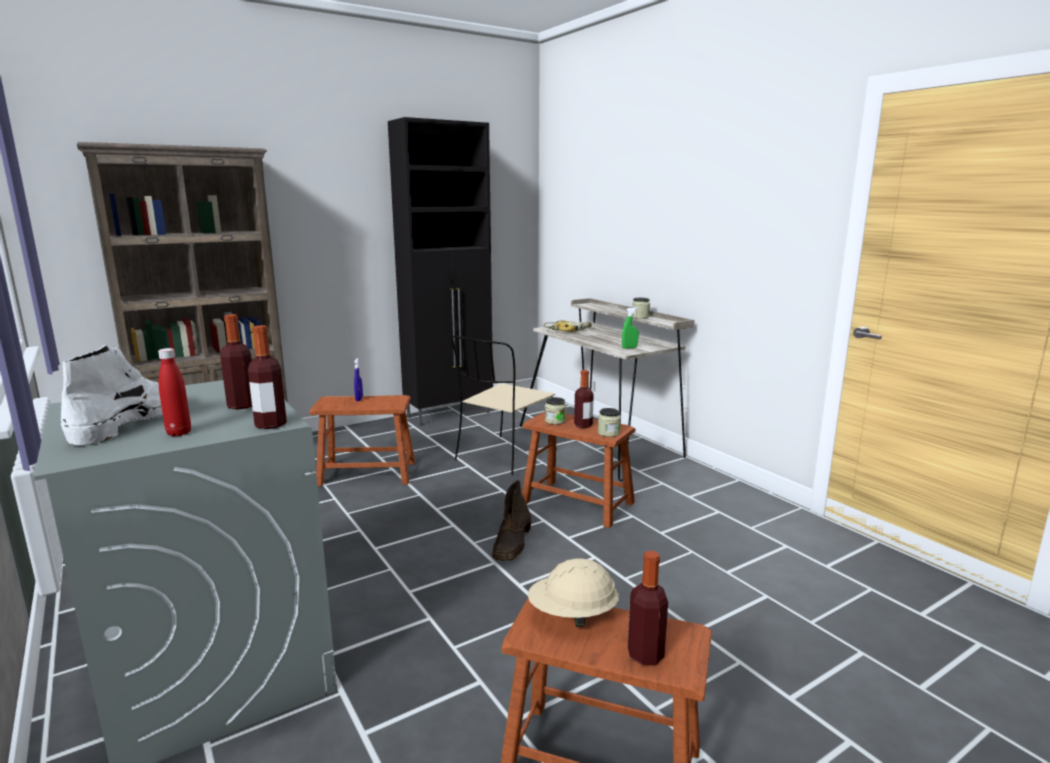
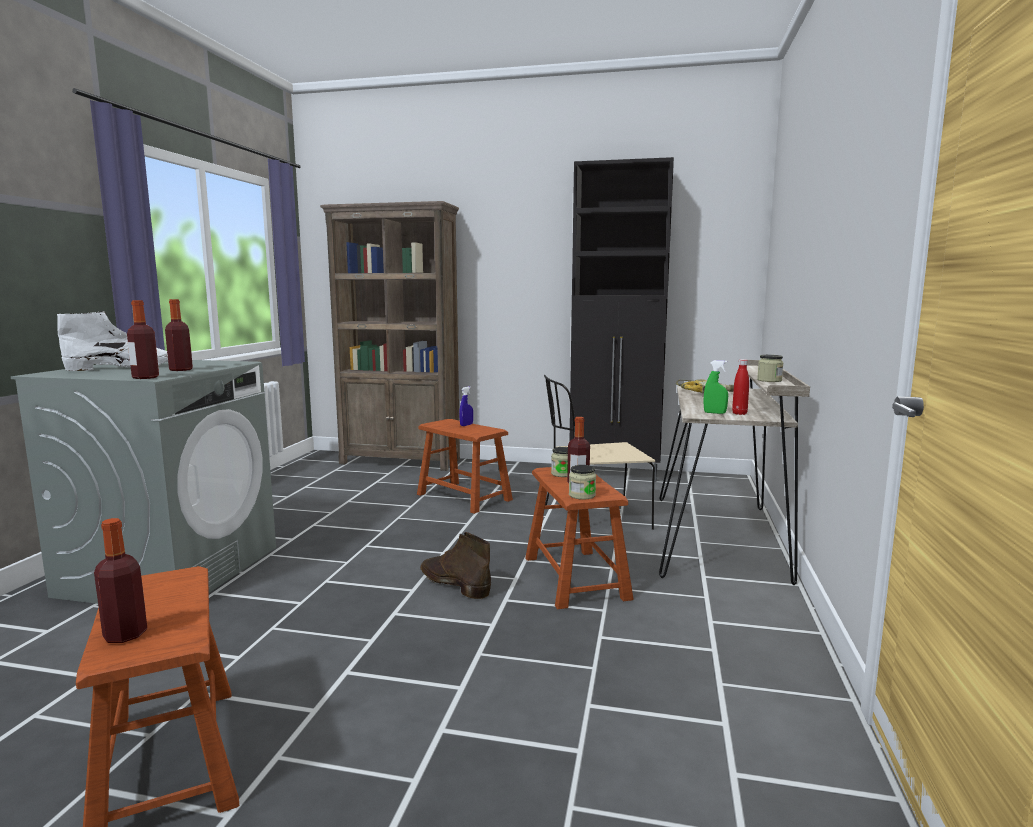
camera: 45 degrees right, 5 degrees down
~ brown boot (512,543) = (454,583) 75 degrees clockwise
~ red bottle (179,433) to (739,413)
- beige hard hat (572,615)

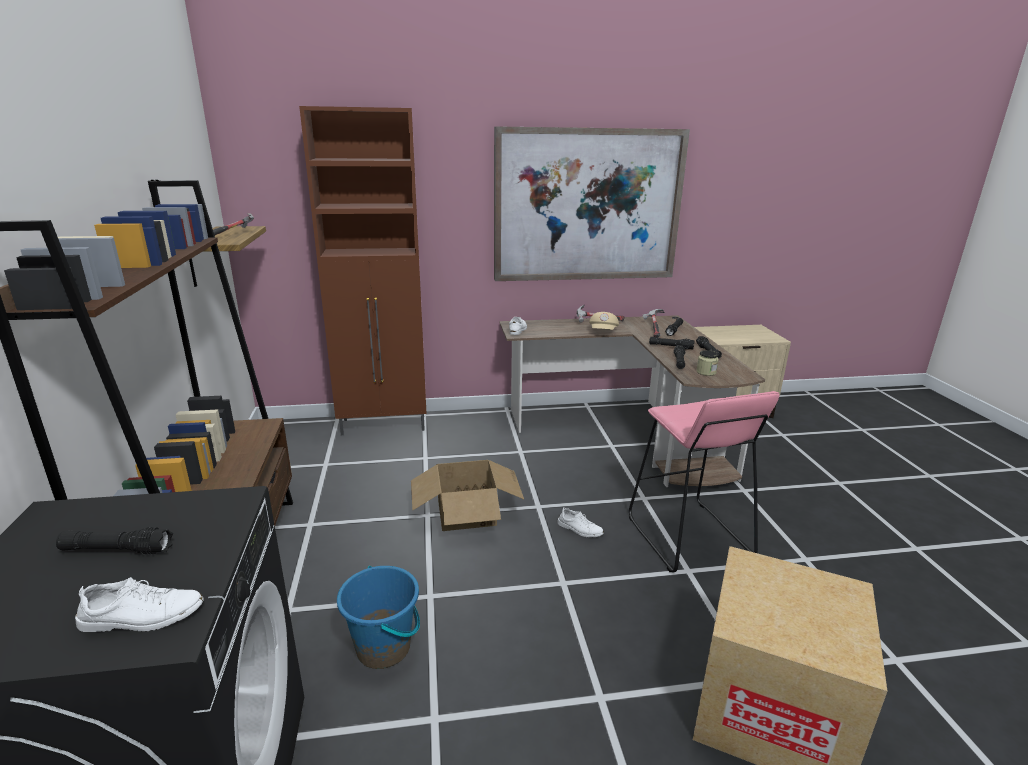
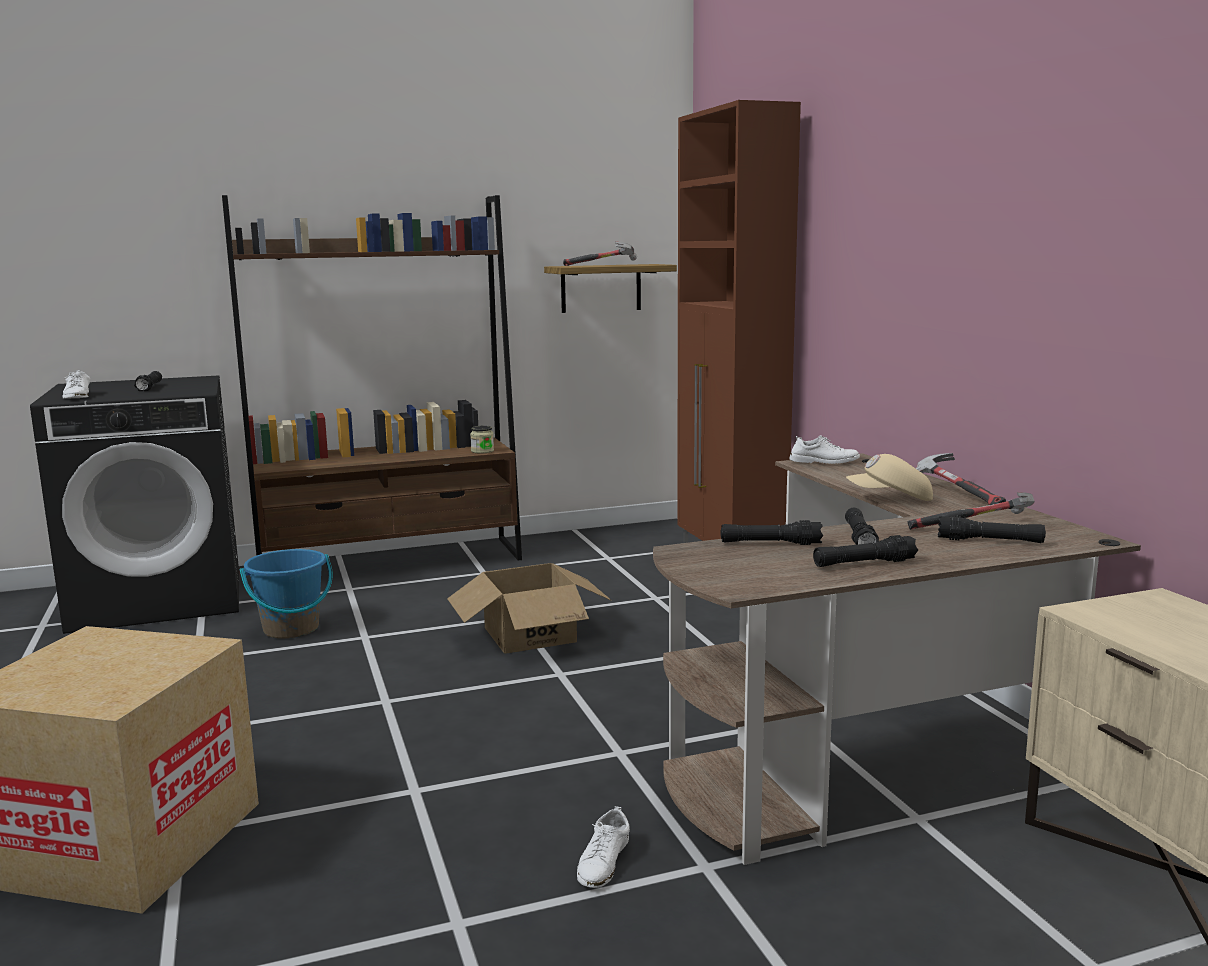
camera: 80 degrees right, 10 degrees down
~ jar (706,372) to (482,451)
~ white shoe (579,529) to (603,862)
- picture (587,205)
- pink stool (687,536)

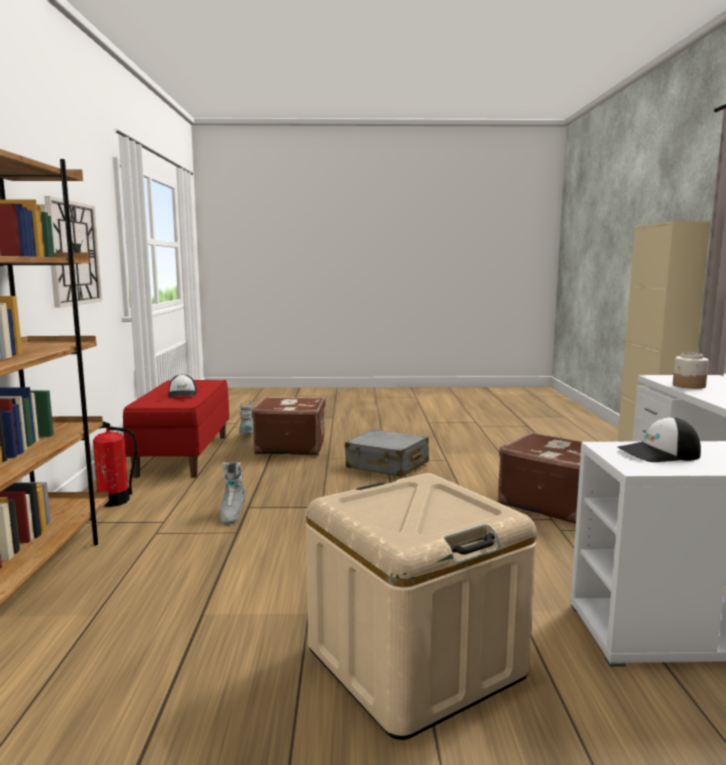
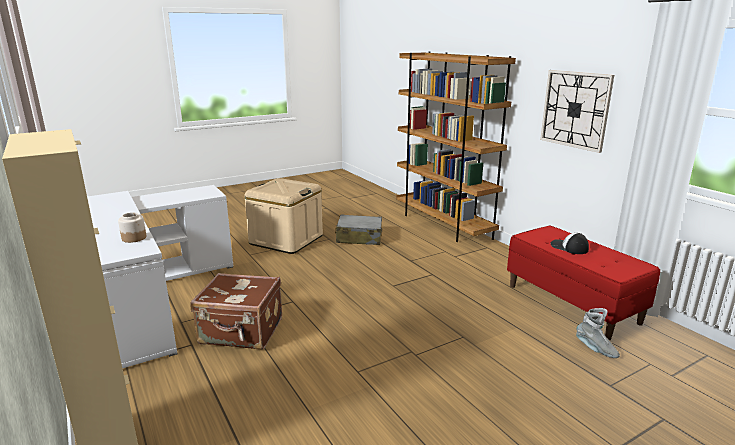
camera: 150 degrees right, 10 degrees up
~ grey suitcase (387,465) to (359,238)
- fire extinguisher (114,501)
- grey boot (232,514)
- brown suitcase (290,447)
- cap (659,453)

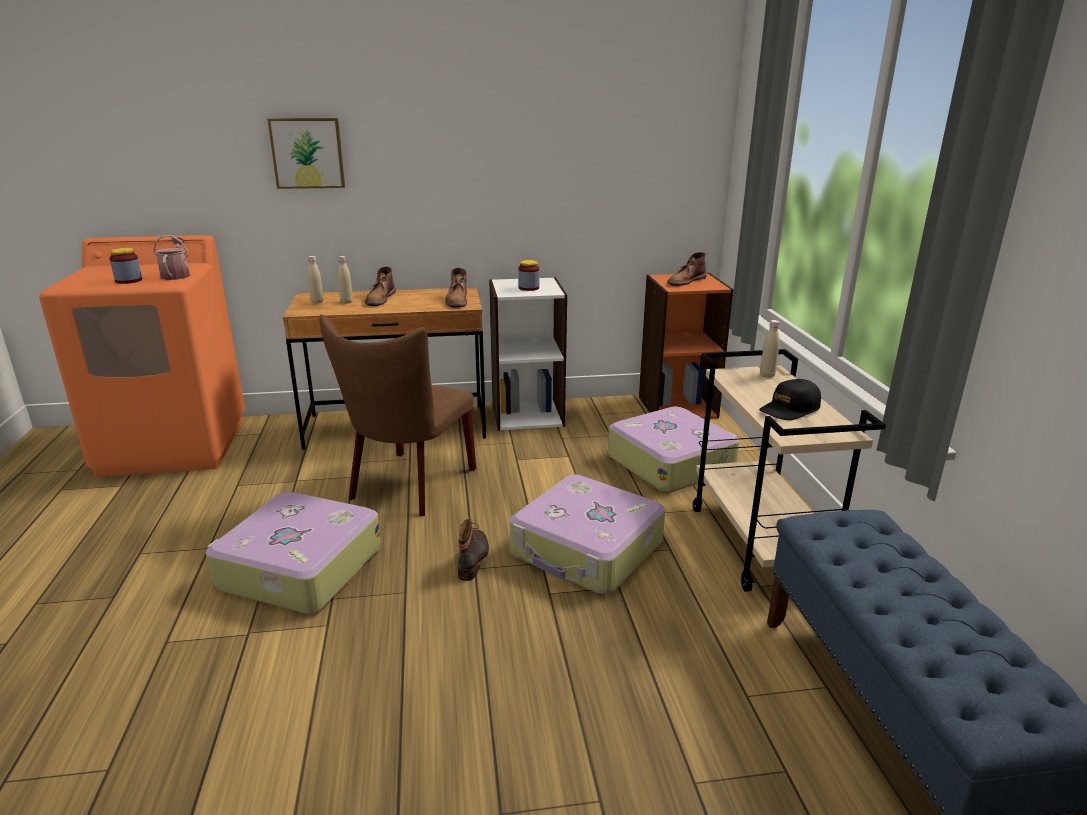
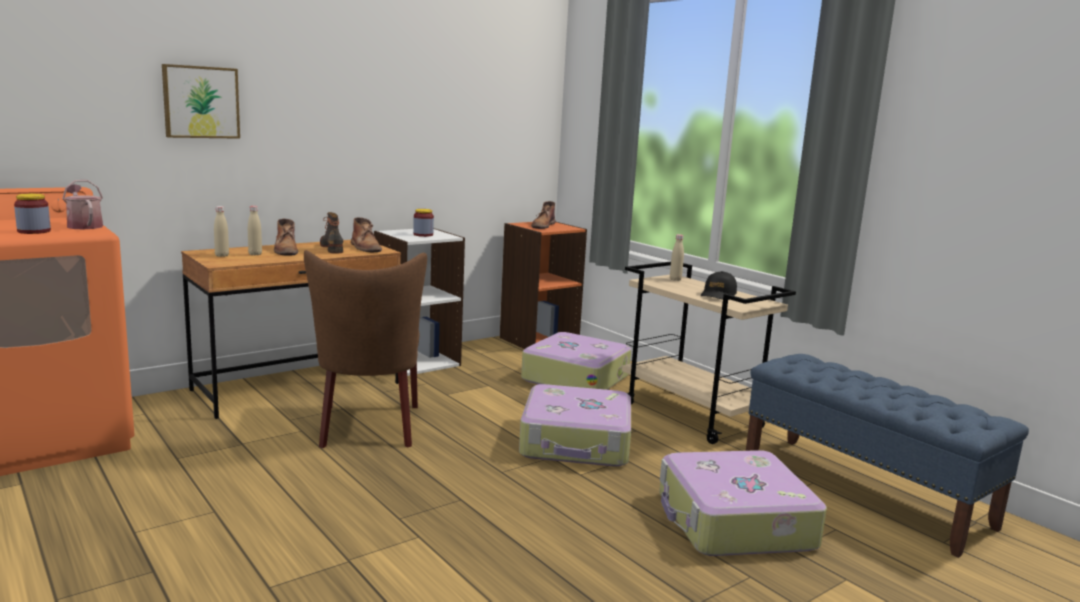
camera: 30 degrees left, 10 degrees down
~ boot (473,558) to (333,248)
~ suitcase (298,568) to (733,522)

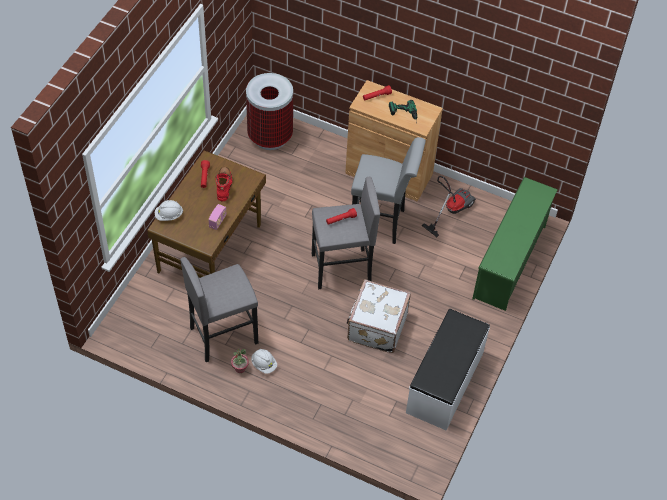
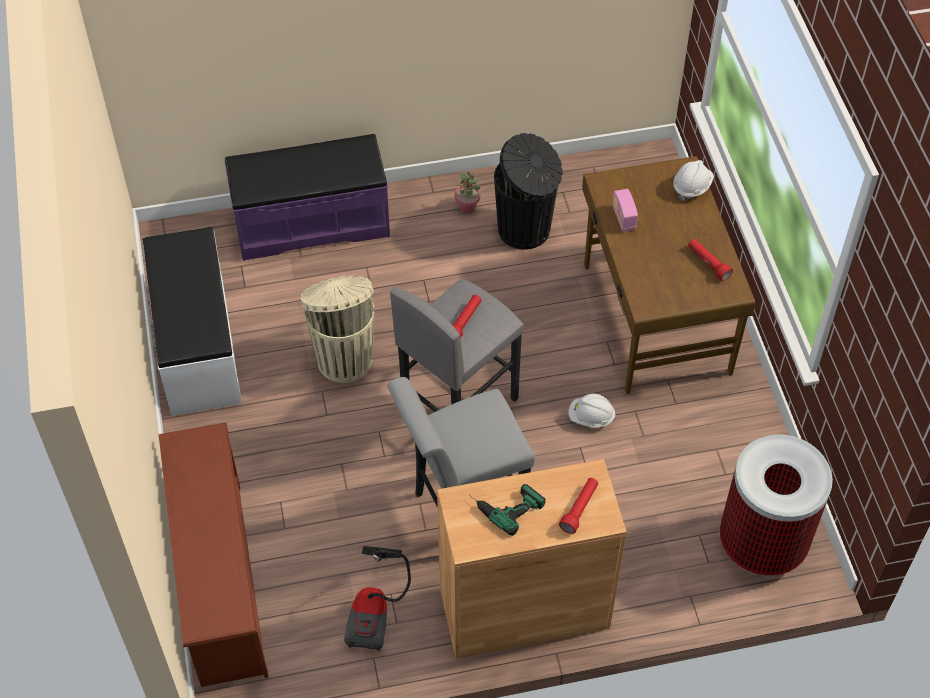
camera: 145 degrees right, 0 degrees up
~ green shoe rack (510,262) to brown shoe rack (219,581)
+ purple bench (311,223)
~ white suitcase (376,327) to beige trash can (344,358)
~ grey stool (223,335) to black trash can (525,230)
~ white hard hat (264,364) to (591,417)
- red boot (224,186)

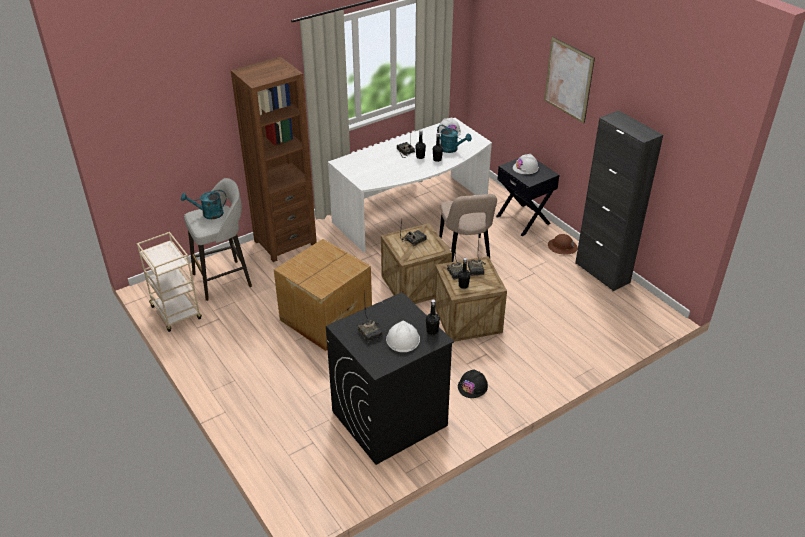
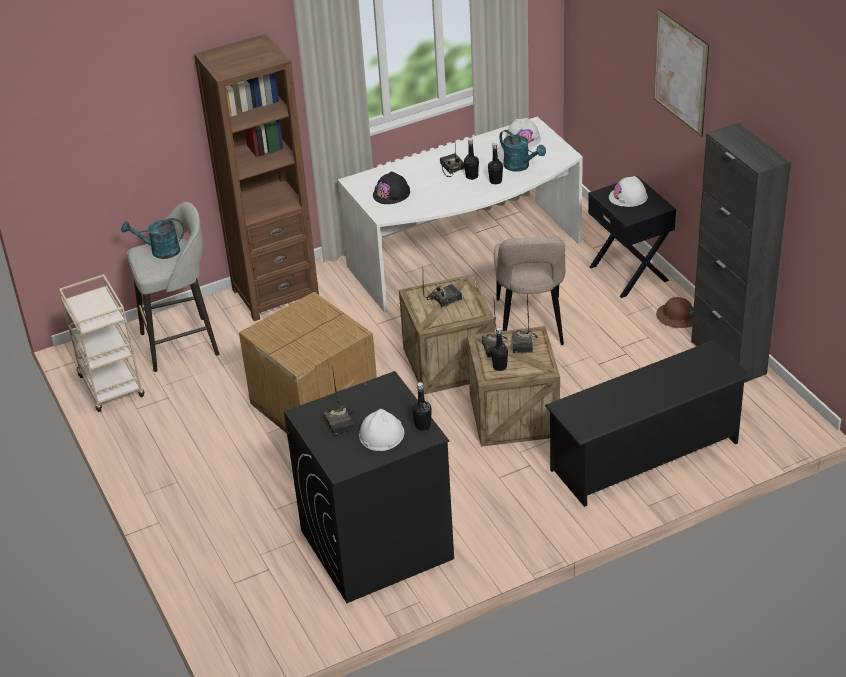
camera: 10 degrees right, 0 degrees up
~ black hard hat (473,386) to (391,193)
+ black shoe rack (645,456)

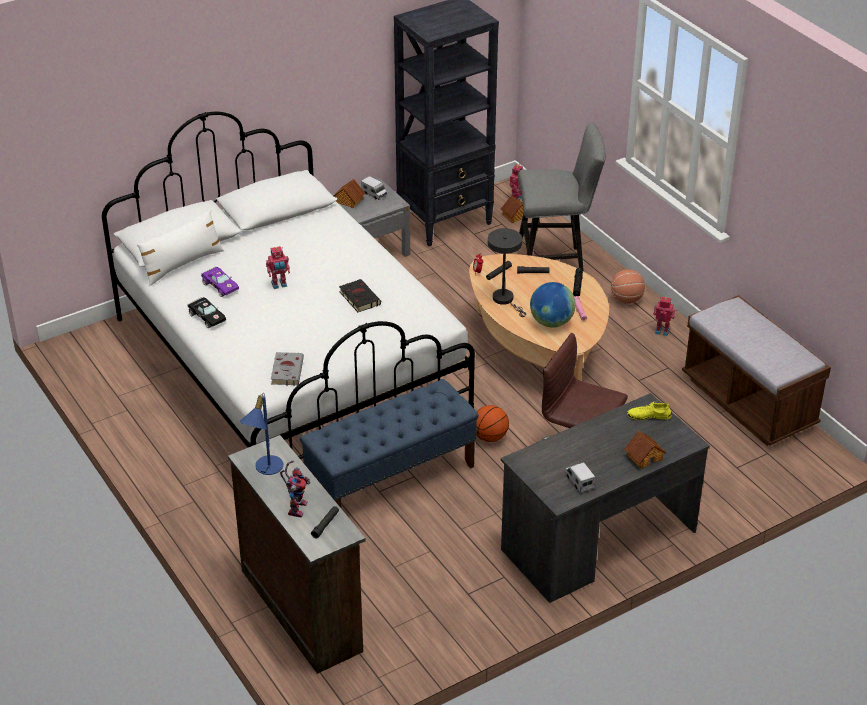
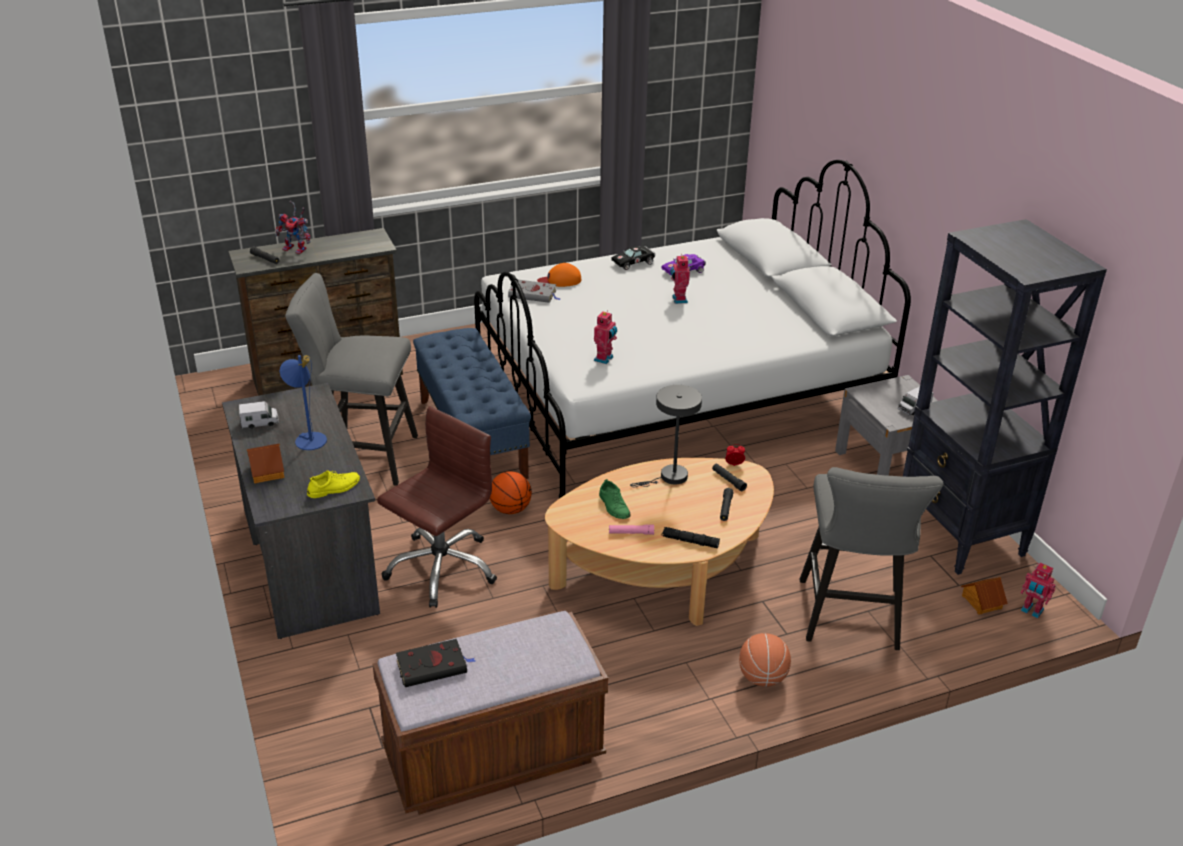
camera: 100 degrees right, 5 degrees down
~ blue table lamp (264,468) to (308,438)
+ grey stool (362,456)
~ yellow shoe (649,415) = (334,488) 45 degrees clockwise
~ black book (358,297) to (433,666)
+ orange cap (560,280)
~ toy robot (662,330) to (604,359)
~ globe (551,322) to green shoe (614,506)
- white pillow (182,264)
- toy house (348,201)

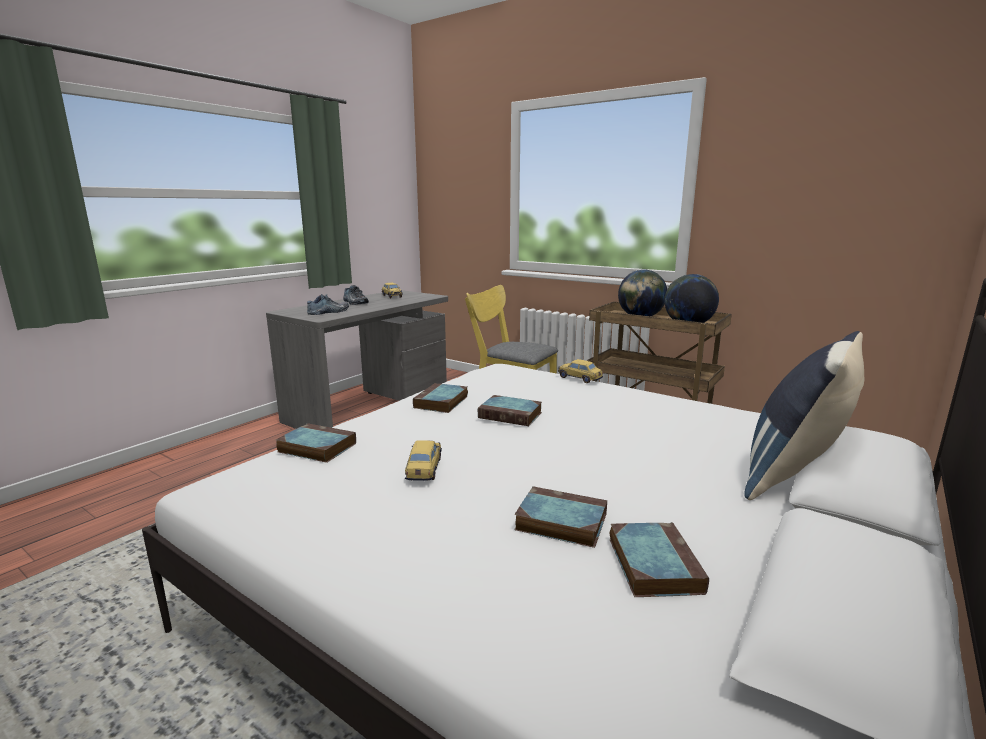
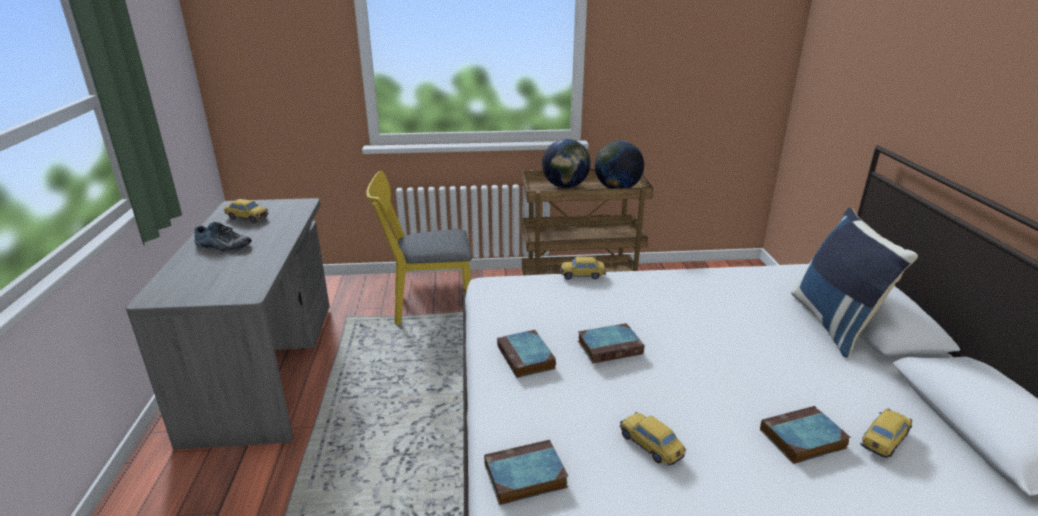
camera: 40 degrees left, 10 degrees up
~ book (652,563) to toy car (883,440)
- shoe (329,312)

